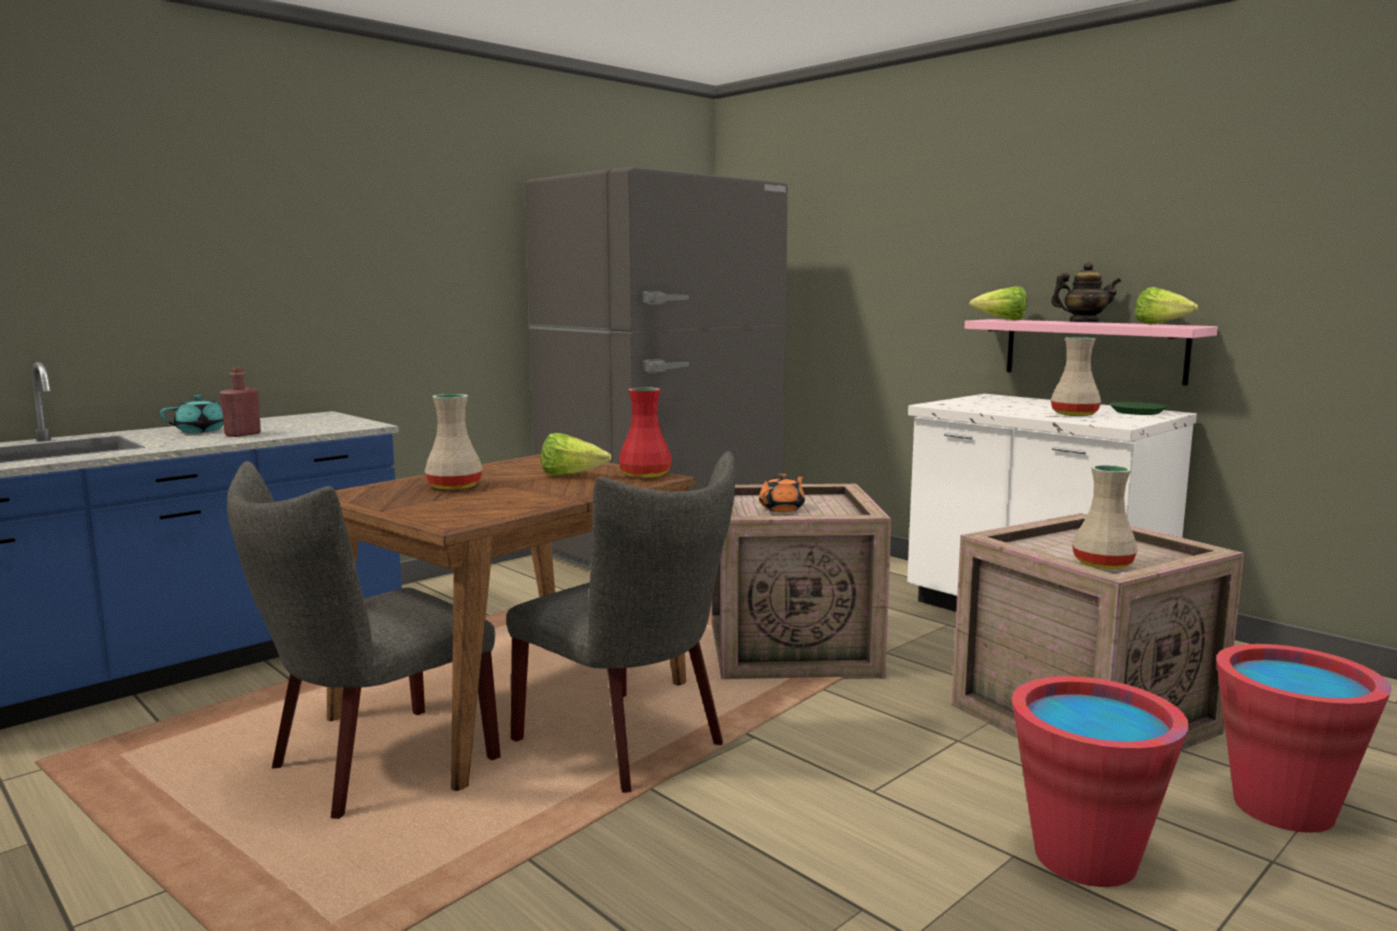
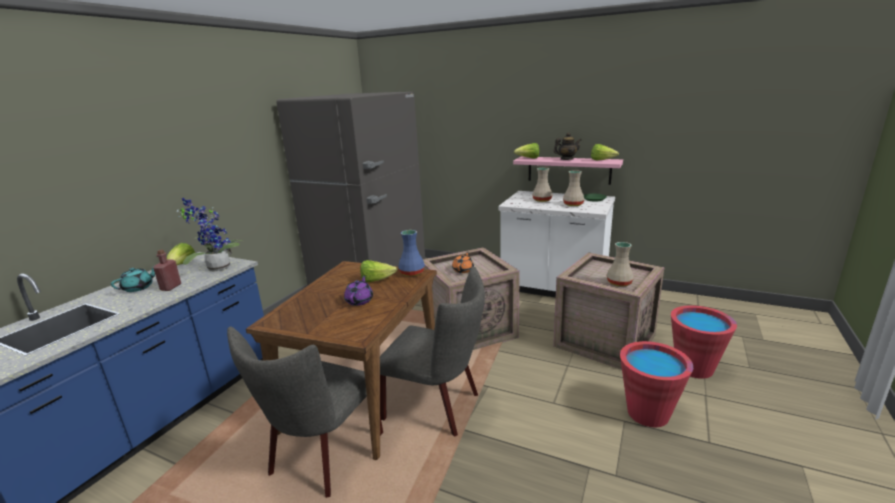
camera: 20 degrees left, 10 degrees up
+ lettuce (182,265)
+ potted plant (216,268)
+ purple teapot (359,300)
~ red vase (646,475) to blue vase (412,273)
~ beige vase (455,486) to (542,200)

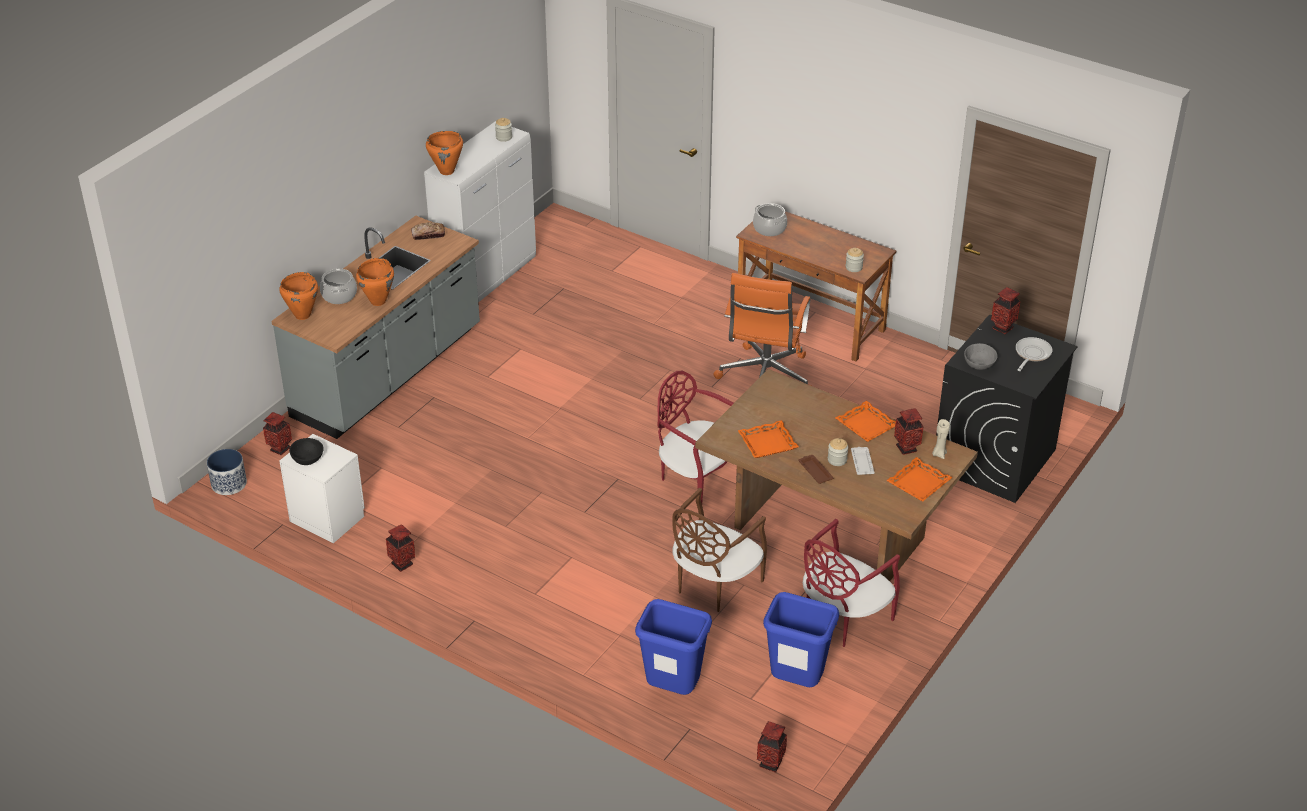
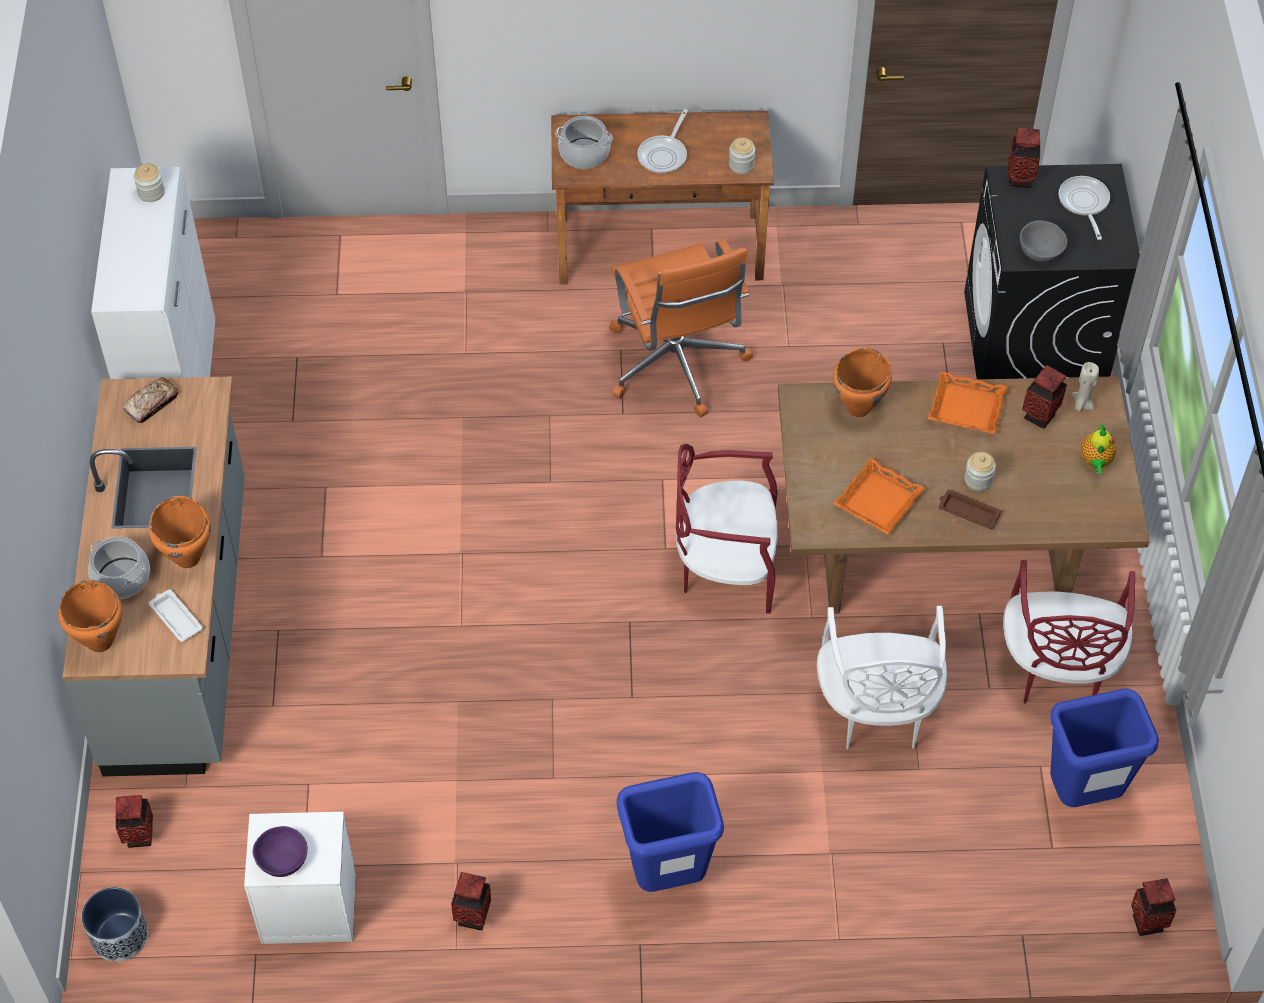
camera: 35 degrees left, 15 degrees up
~ white tray (862,463) to (175,617)
~ black bowl (307,459) to purple bowl (282,861)
~ blue trash can (673,691) to (669,877)
+ frying pan (664,155)
~ brown chair (714,584) to white chair (876,711)
~ orange cooking pot (447,171) to (859,408)
~ orange tray (918,483) to teapot (1095,462)

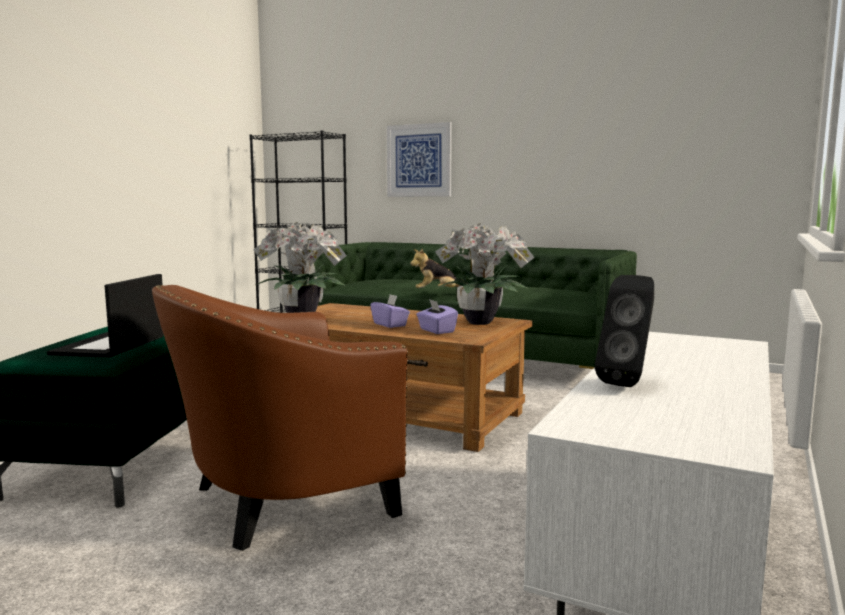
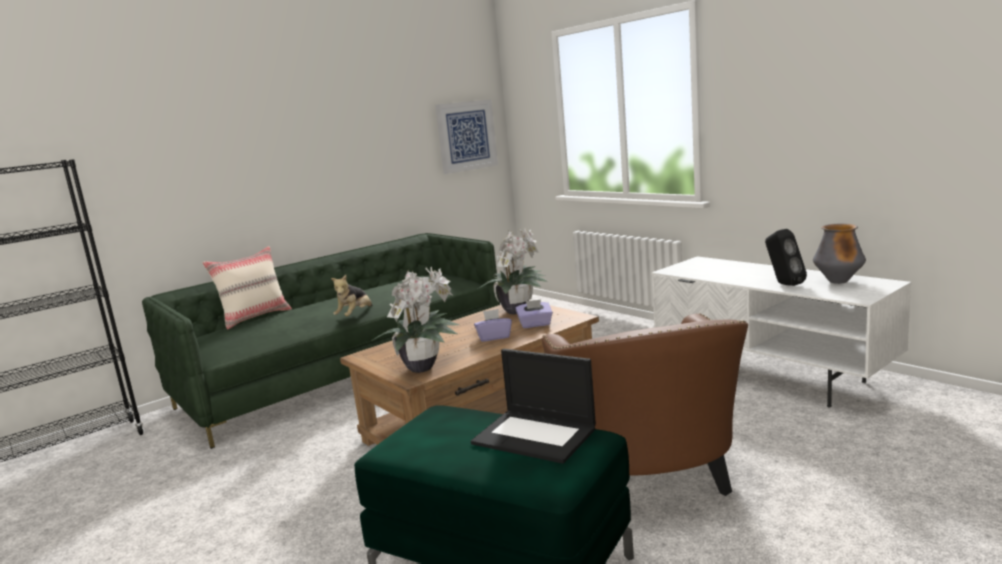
camera: 65 degrees left, 5 degrees up
+ beige pillow (255,317)
~ picture (419,160) to (466,136)
+ vase (838,281)

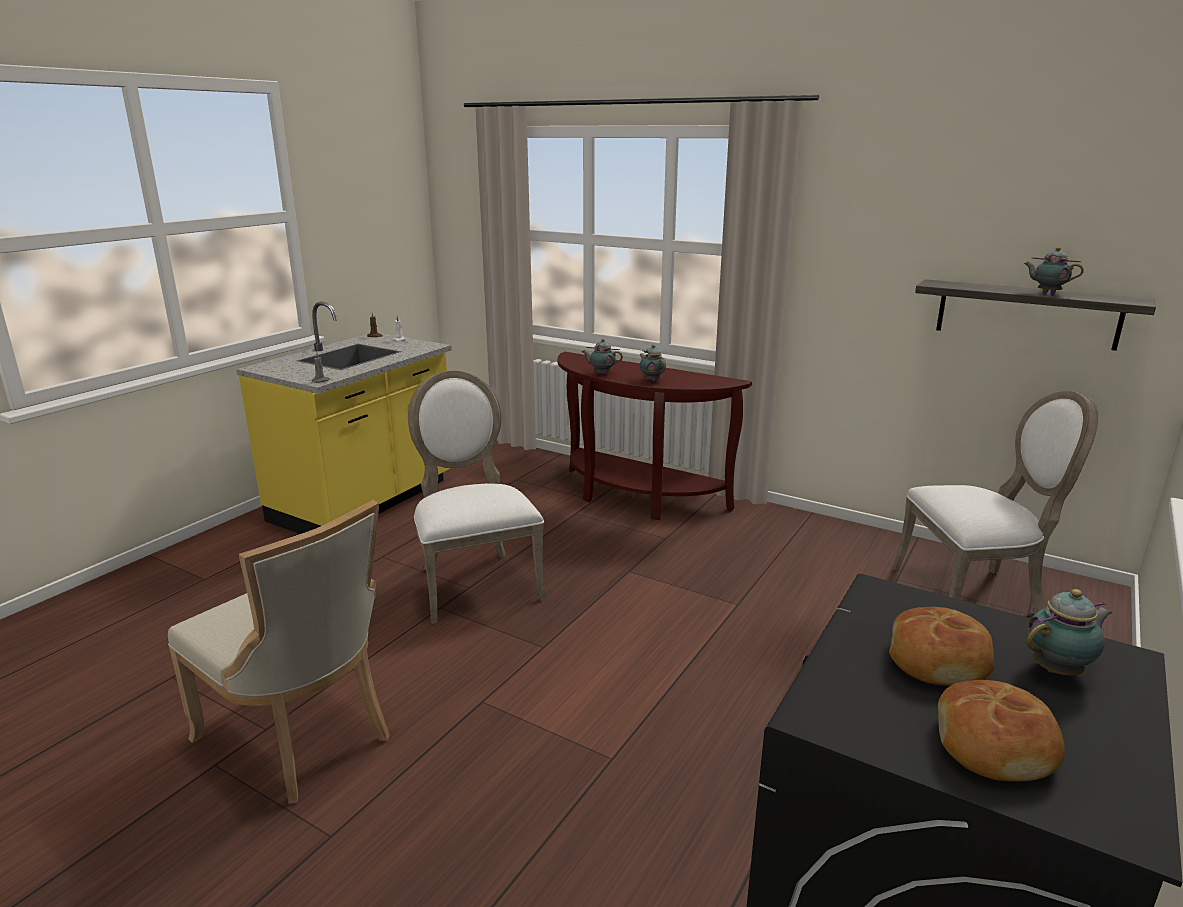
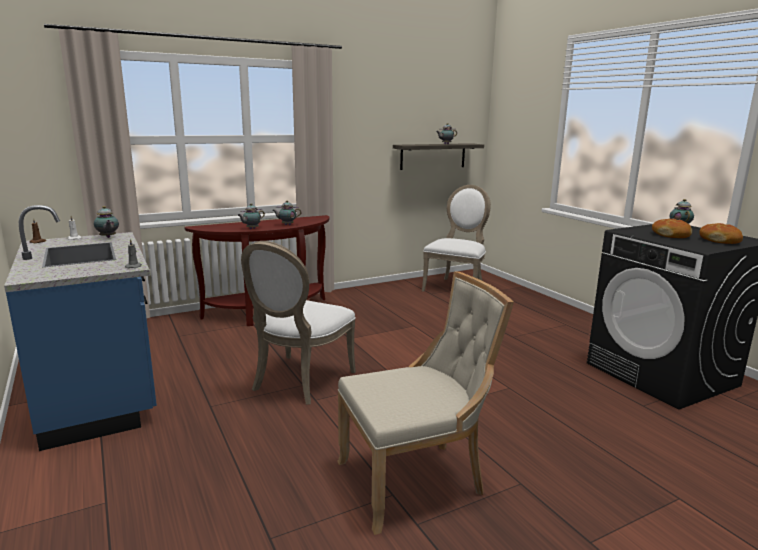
camera: 60 degrees left, 5 degrees down
~ yellow counter (366,502) to blue counter (101,395)
+ teapot (108,237)
~ white chair (475,582) = (299,381) 75 degrees counterclockwise

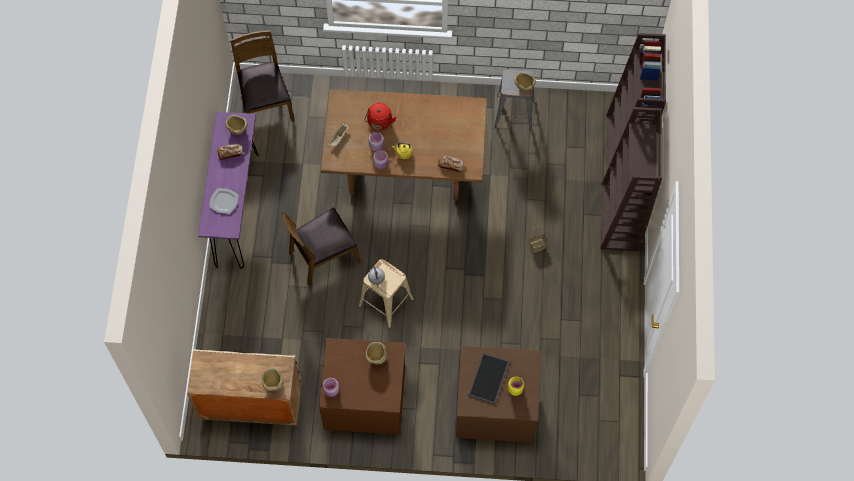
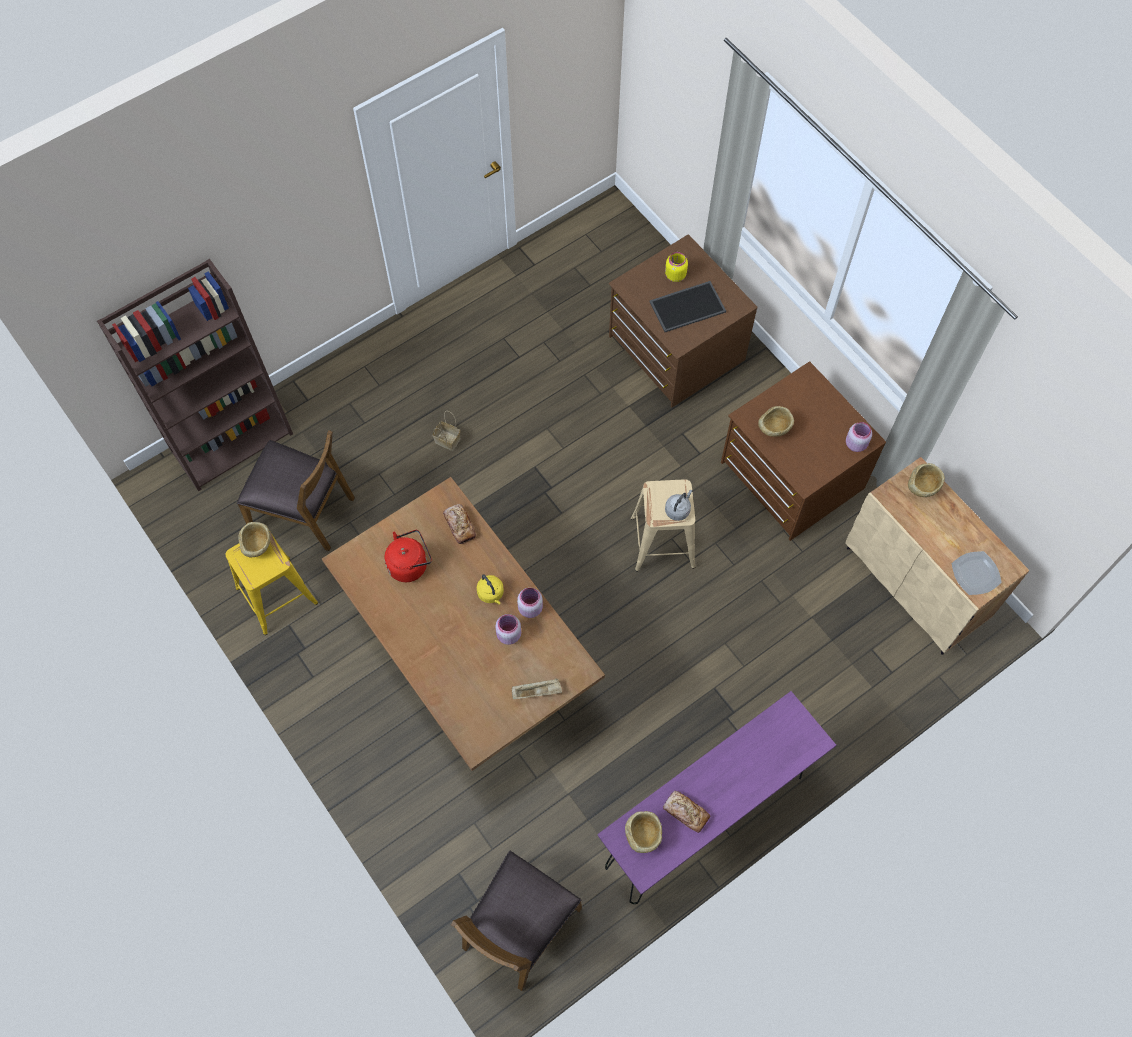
camera: 130 degrees left, 0 degrees up
~ grey stool (514,111) to yellow stool (276,596)
~ brown chair (323,256) to (303,511)
~ red kettle (379,123) to (410,564)
~ plate (224,201) to (975,573)
- brown bookcase (621,218)

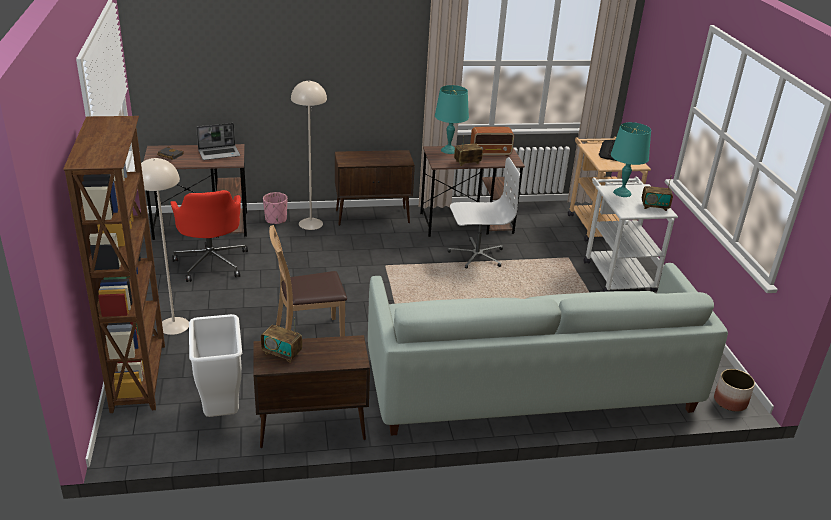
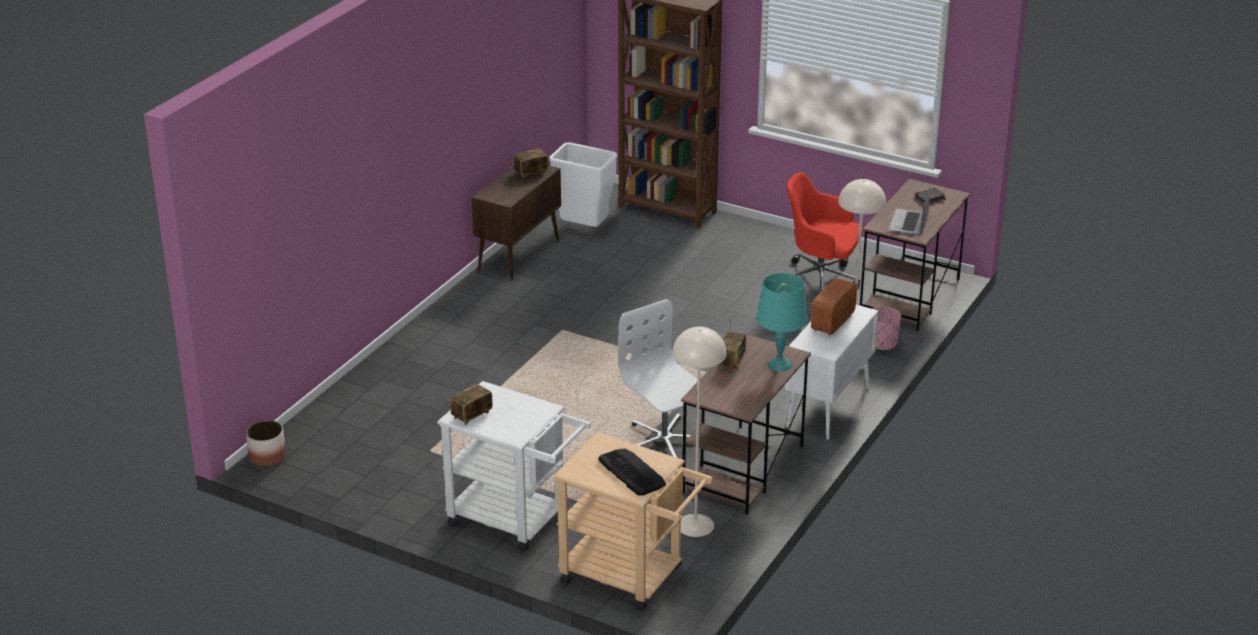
camera: 130 degrees right, 0 degrees up
~ white office chair (476,255) = (664,440) 120 degrees clockwise
~ beige floor lamp (174,325) to (695,525)
~ brown cabinet (373,216) to white cabinet (828,409)
~ radio (491,153) to (832,322)
- brown chair (308,335)
- white sofa (530,385)
- turquoise table lamp (622,193)

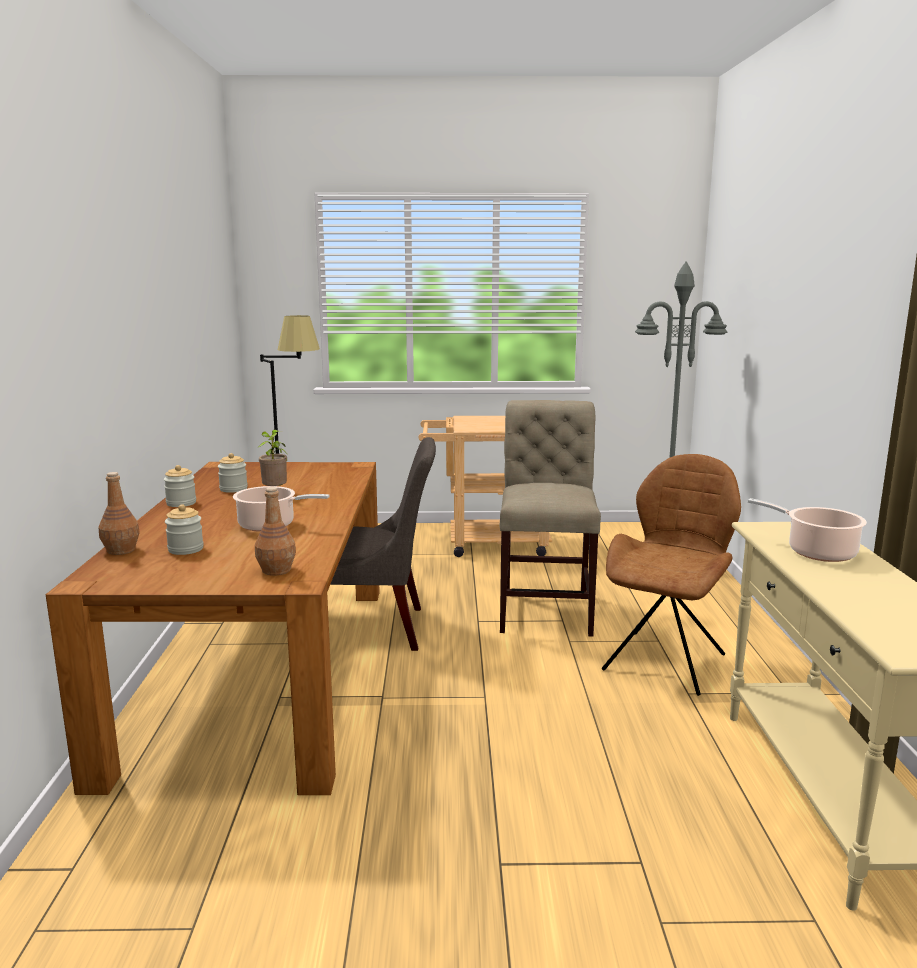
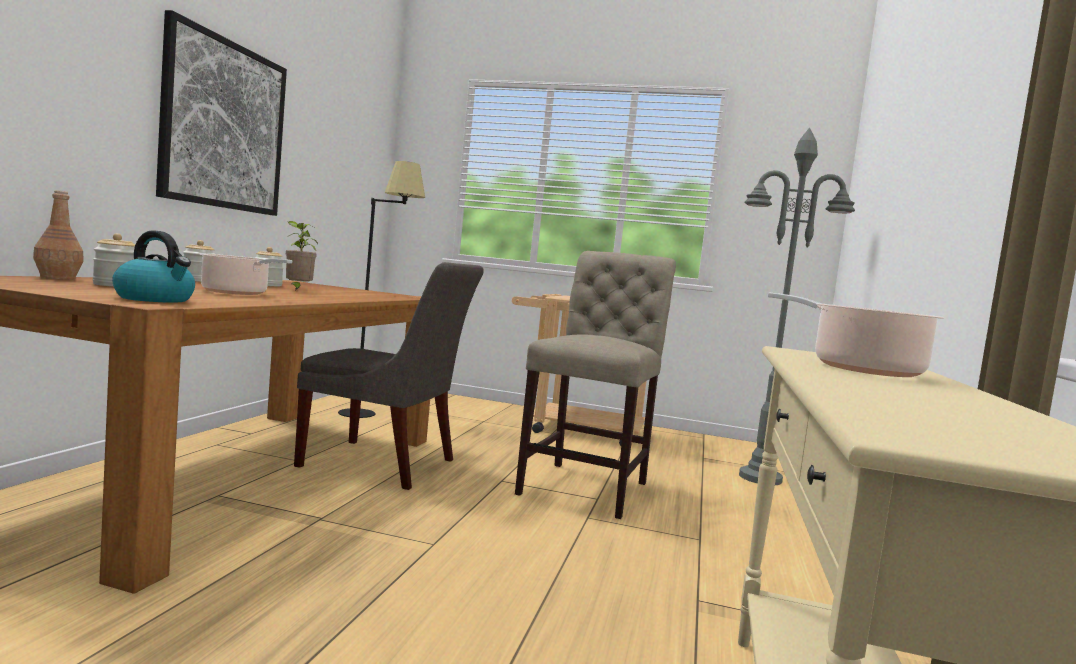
camera: 15 degrees right, 10 degrees down
~ brown bottle (276,570) to kettle (155,299)
+ picture (224,125)
- brown chair (666,660)

